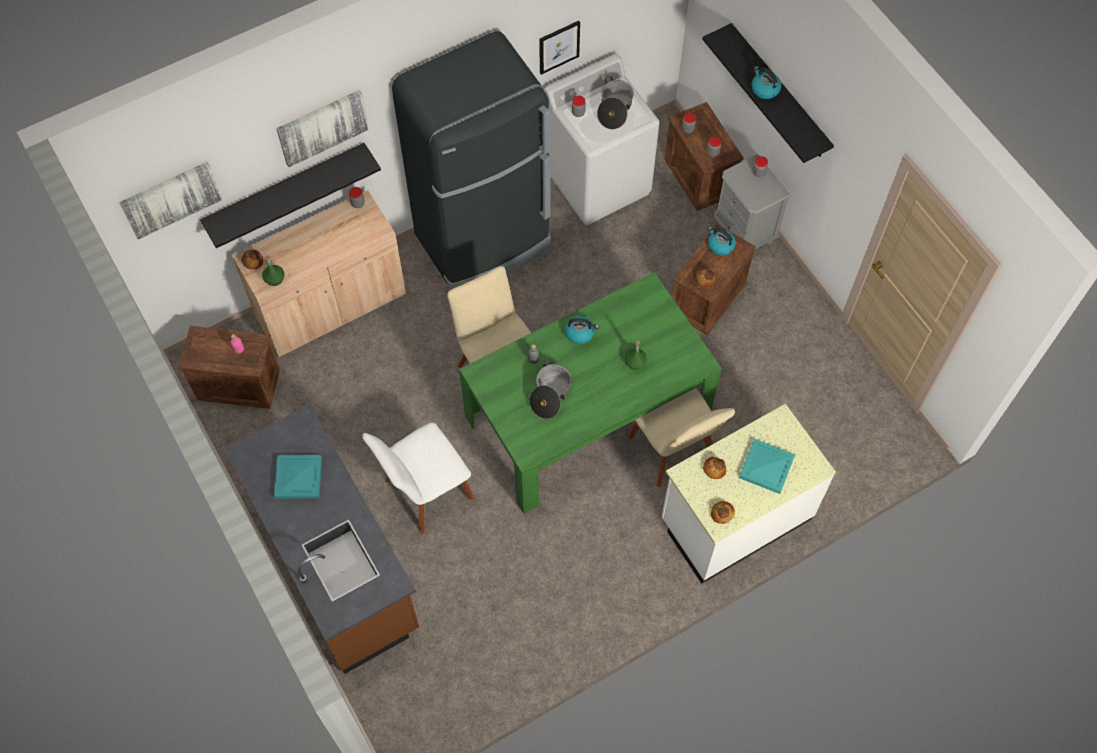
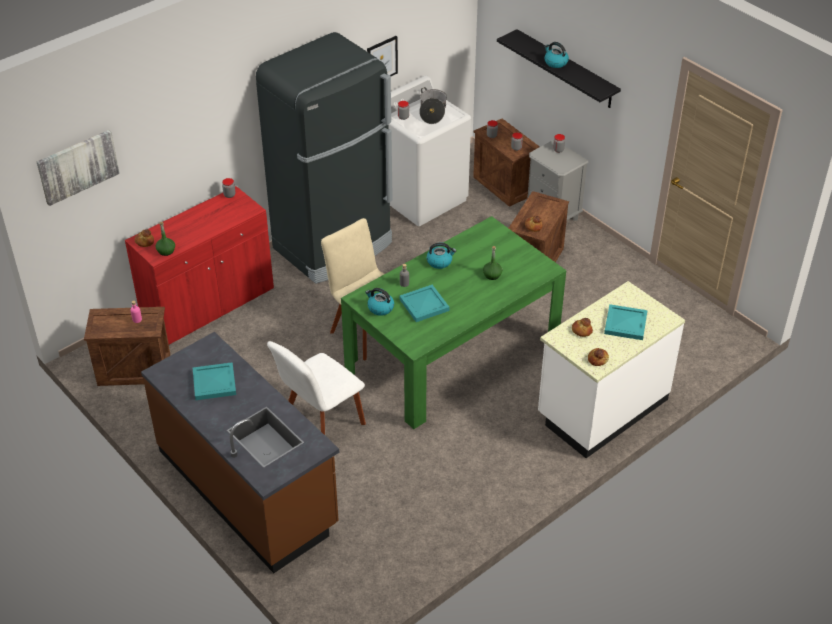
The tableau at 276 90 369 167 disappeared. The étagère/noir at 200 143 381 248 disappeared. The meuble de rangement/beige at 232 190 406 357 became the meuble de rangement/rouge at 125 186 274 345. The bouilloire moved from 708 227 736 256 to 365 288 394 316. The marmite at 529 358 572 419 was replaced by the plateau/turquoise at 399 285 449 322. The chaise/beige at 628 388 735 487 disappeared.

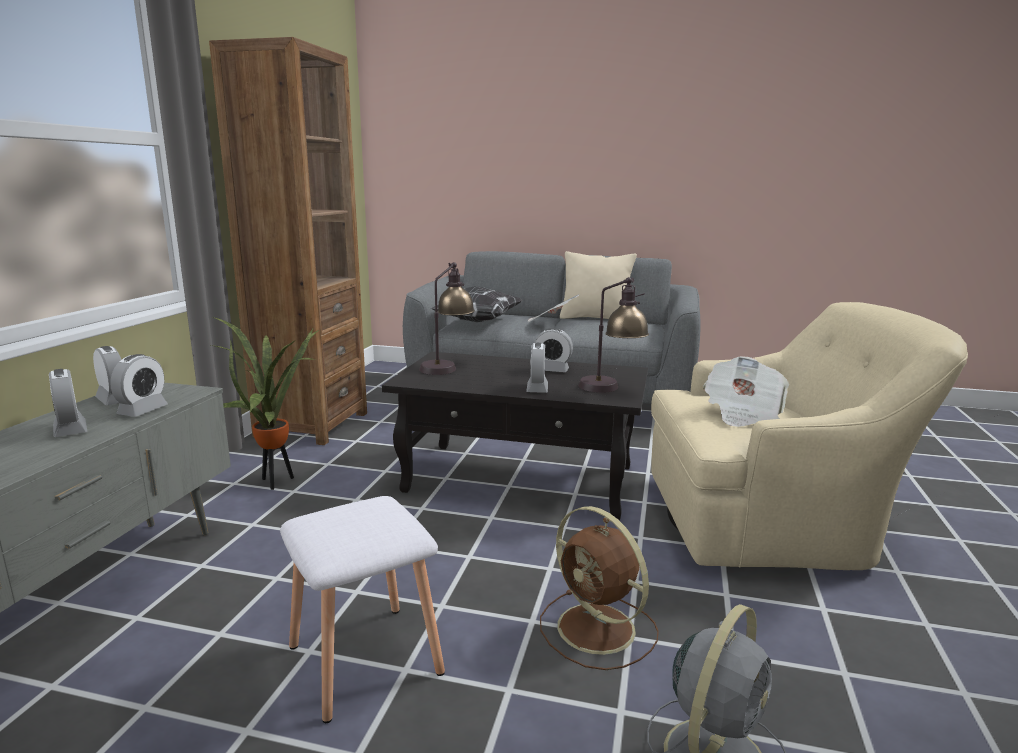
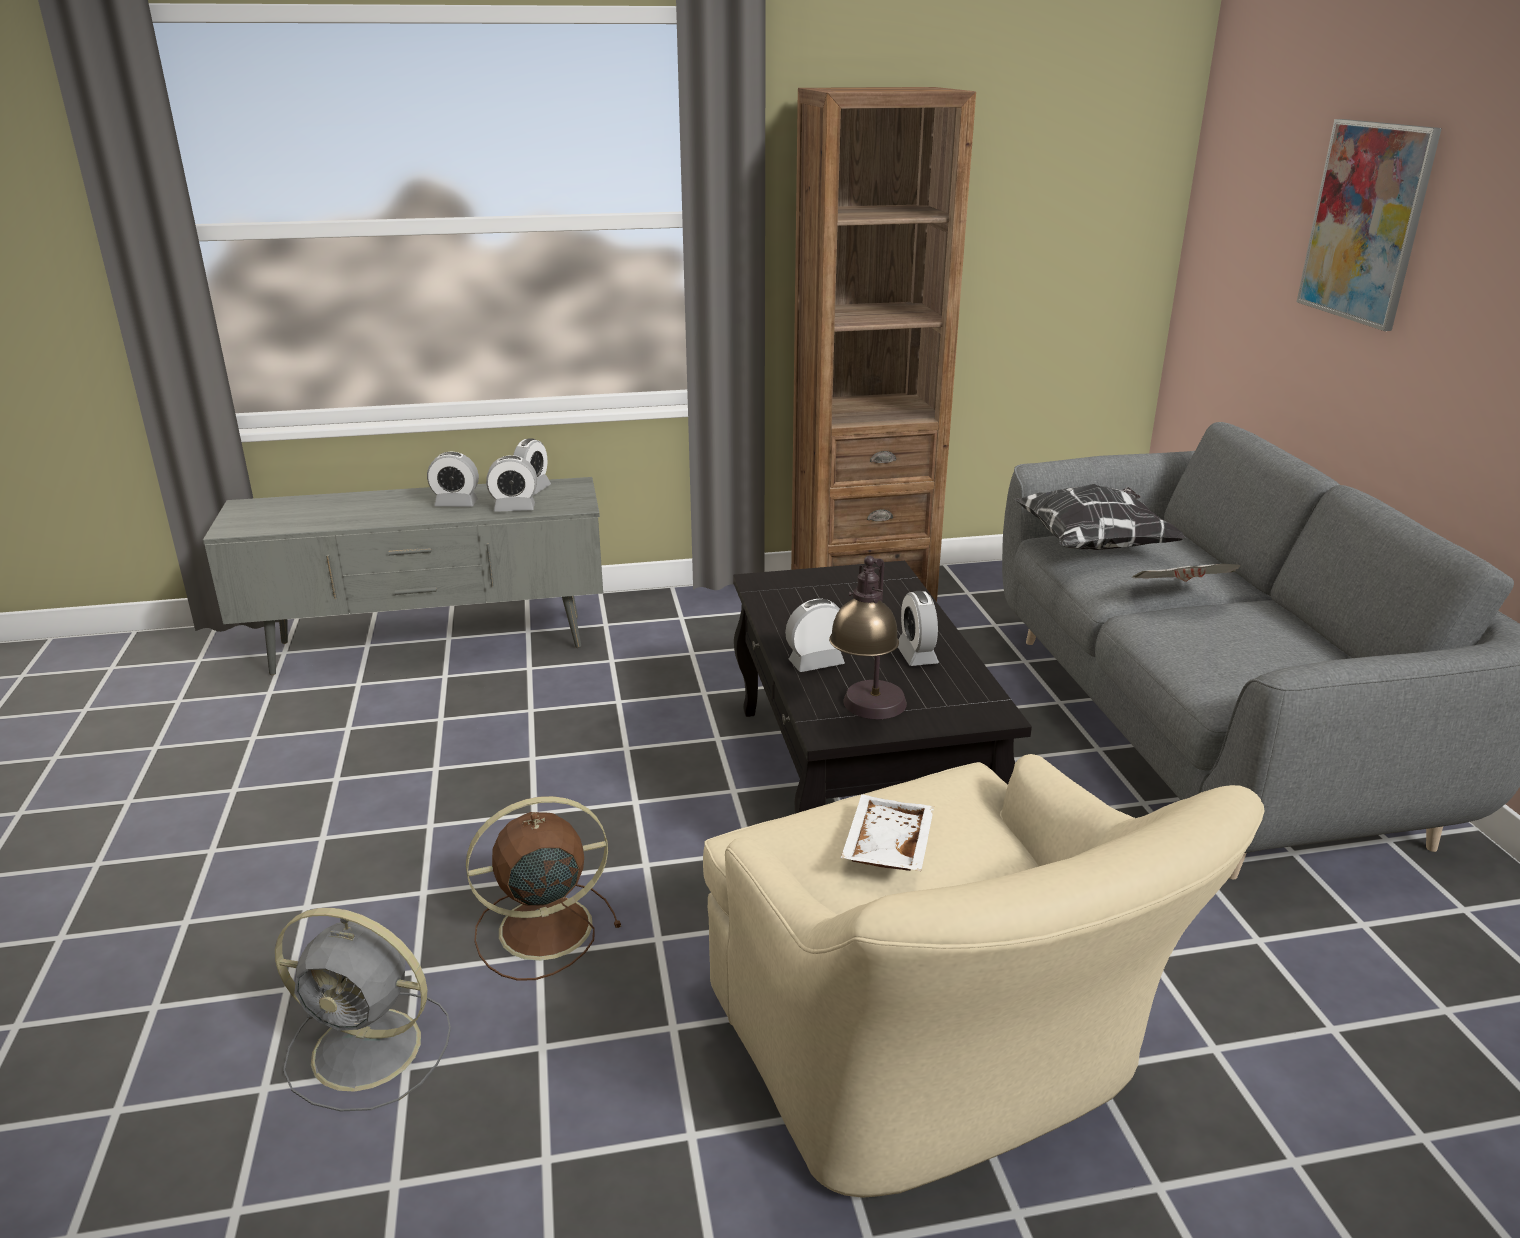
The coussin/beige at 560 251 637 319 disappeared. The lampe de table at 419 262 475 375 disappeared. The plante en pot at 211 317 319 490 disappeared. The journal at 703 356 789 427 was replaced by the plateau/blanc at 841 794 934 871. The réveil at 49 369 87 437 turned 120 degrees counterclockwise. The tabouret/blanc at 280 496 445 723 disappeared. The ventilateur/marron at 540 506 659 670 turned 45 degrees clockwise. The tableau at 1297 119 1442 331 appeared.

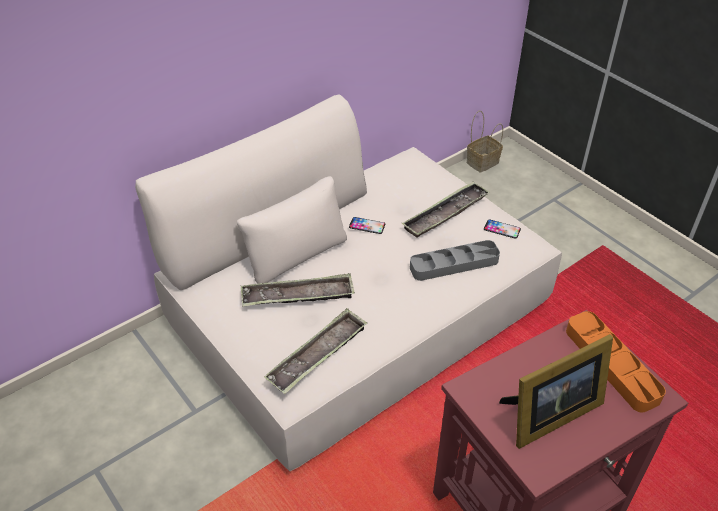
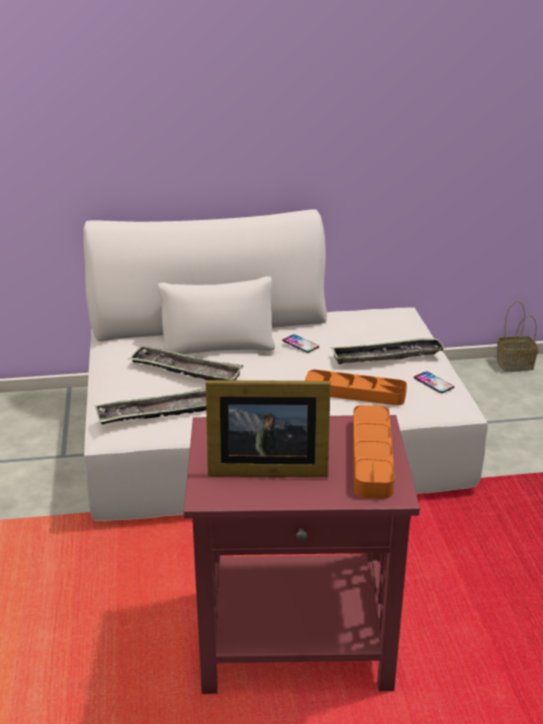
The plateau/gris at 410 240 500 281 became the plateau/orange at 305 369 407 405.

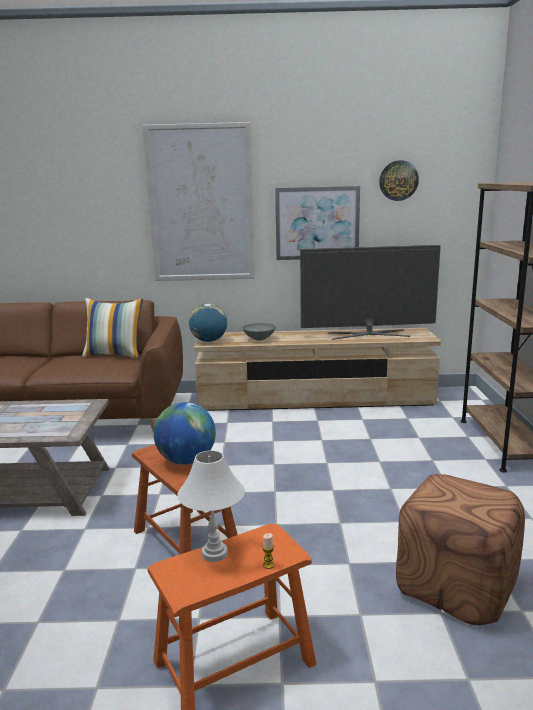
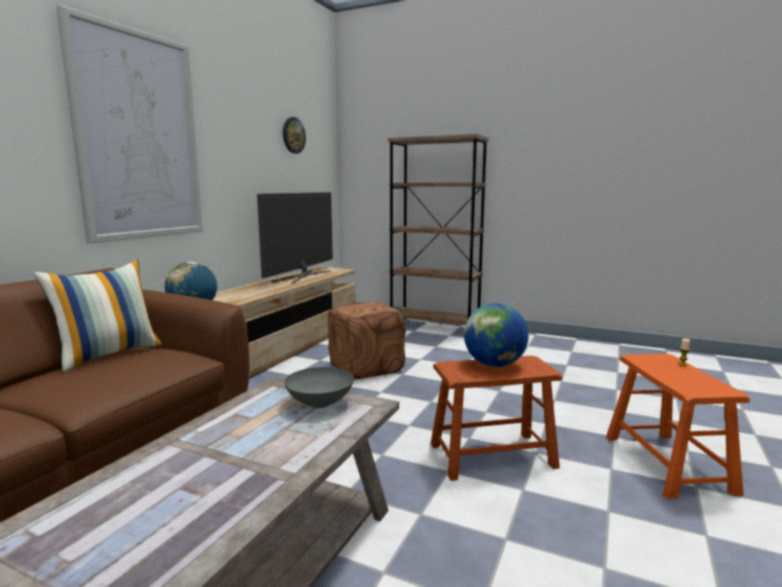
The tableau at 275 186 360 260 disappeared. The bol/gris moved from 243 323 276 341 to 284 367 354 408. The lampe de table/blanc at 177 450 245 562 disappeared. The pouf/marron moved from 396 474 525 625 to 328 302 406 380.

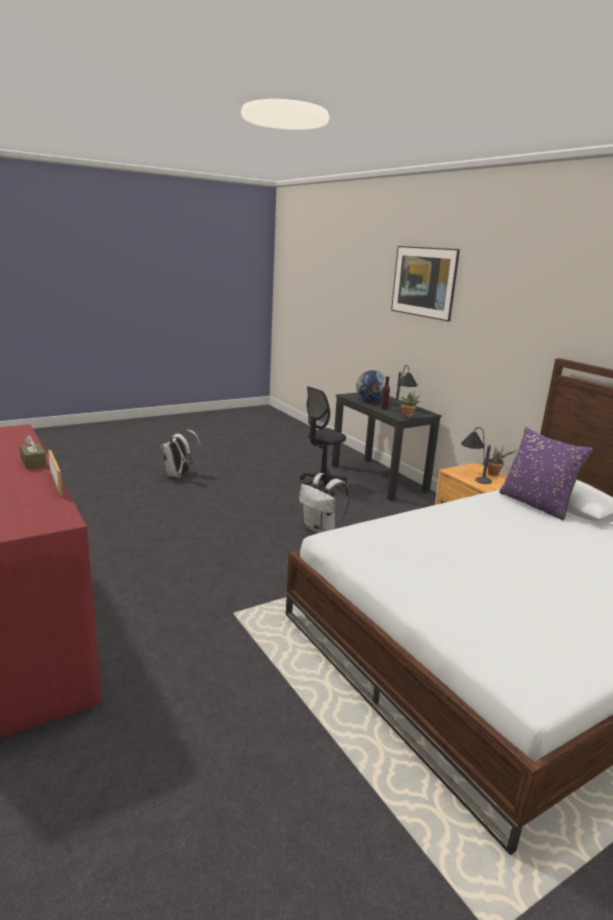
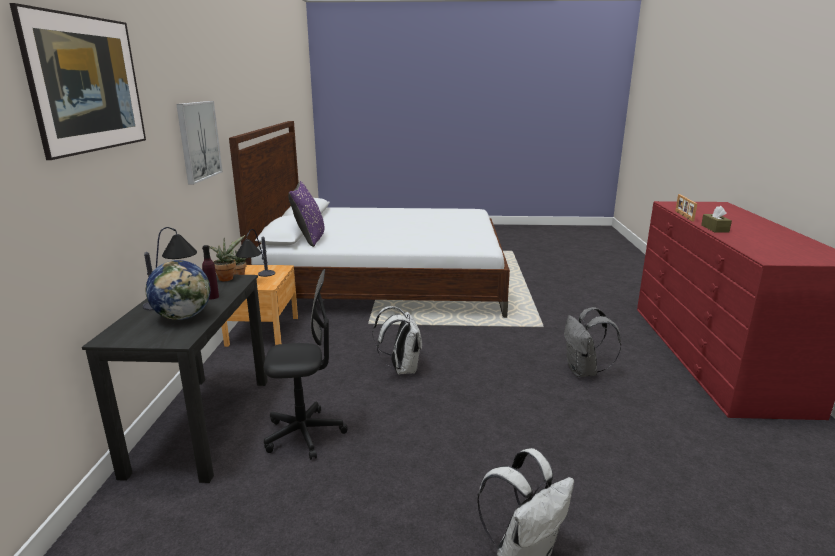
The tableau at 176 101 223 184 appeared. The sac à dos/gris at 564 307 621 377 appeared.

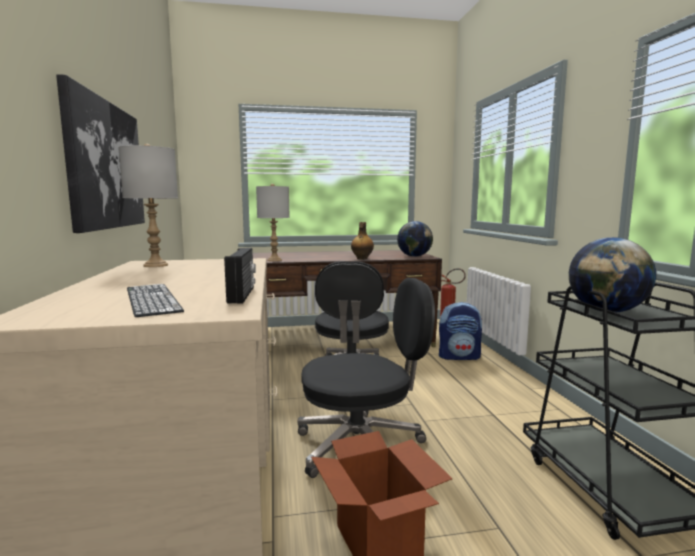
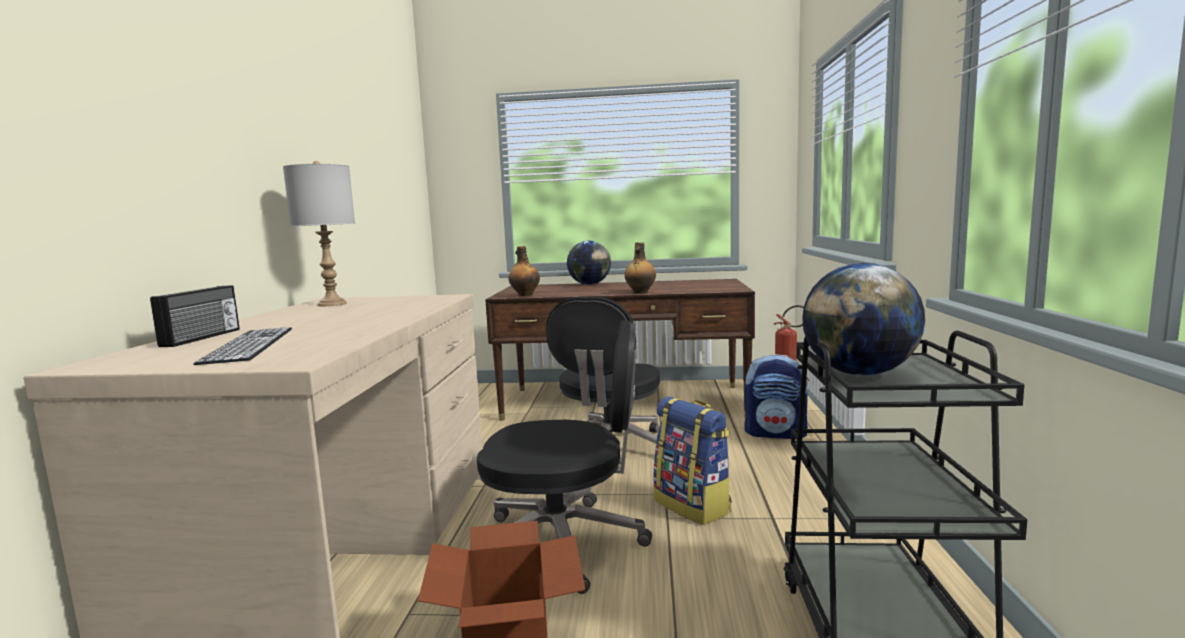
The tableau at 56 74 145 233 disappeared. The lampe de table/gris at 256 184 290 261 was replaced by the bouteille at 508 246 540 296. The globe moved from 397 221 433 257 to 567 241 611 285. The radio moved from 224 248 256 303 to 150 285 240 347. The sac à dos at 653 397 732 525 appeared.

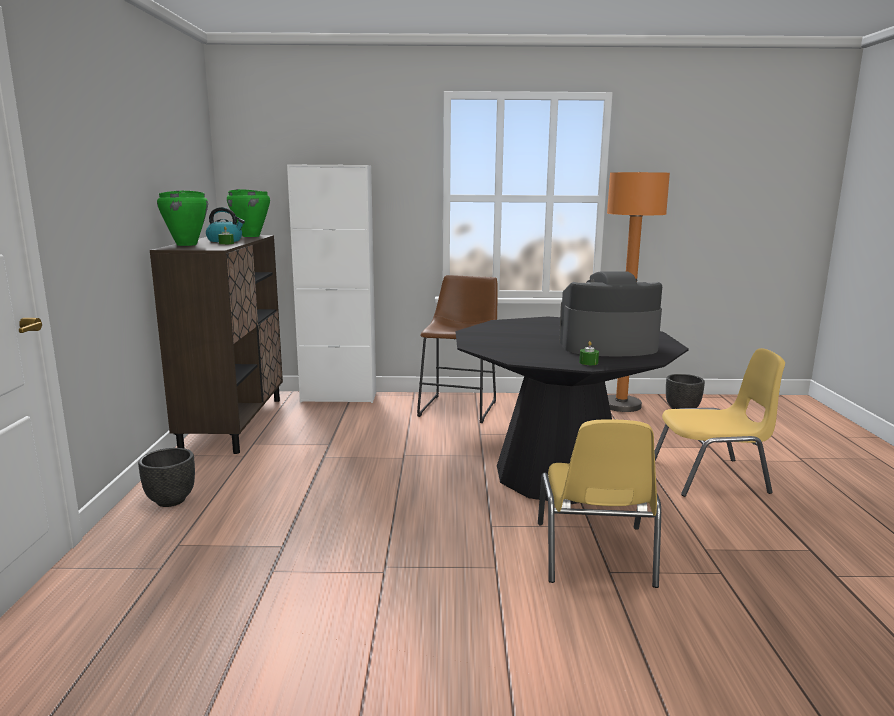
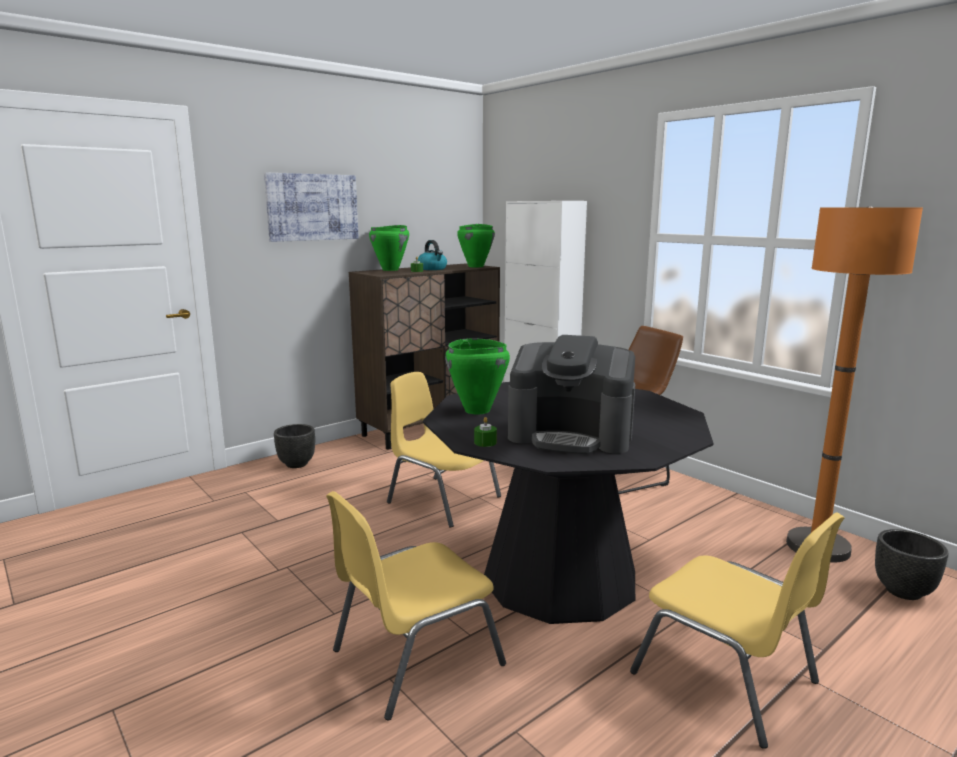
The machine à café at 559 271 662 356 turned 150 degrees clockwise. The tableau at 264 172 359 242 appeared. The marmite/vert at 445 339 510 414 appeared. The chaise/jaune at 387 372 501 528 appeared.

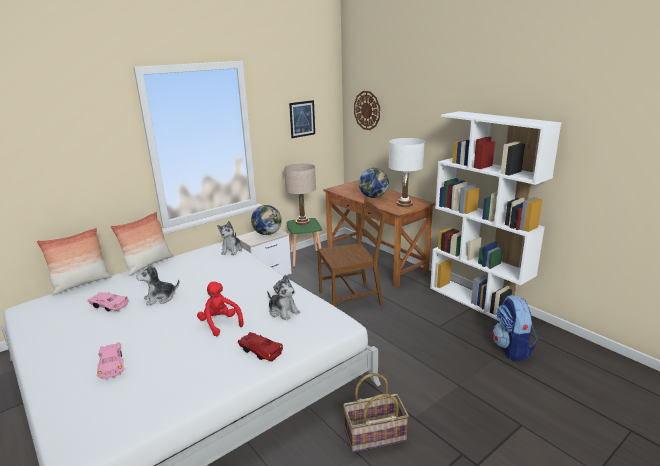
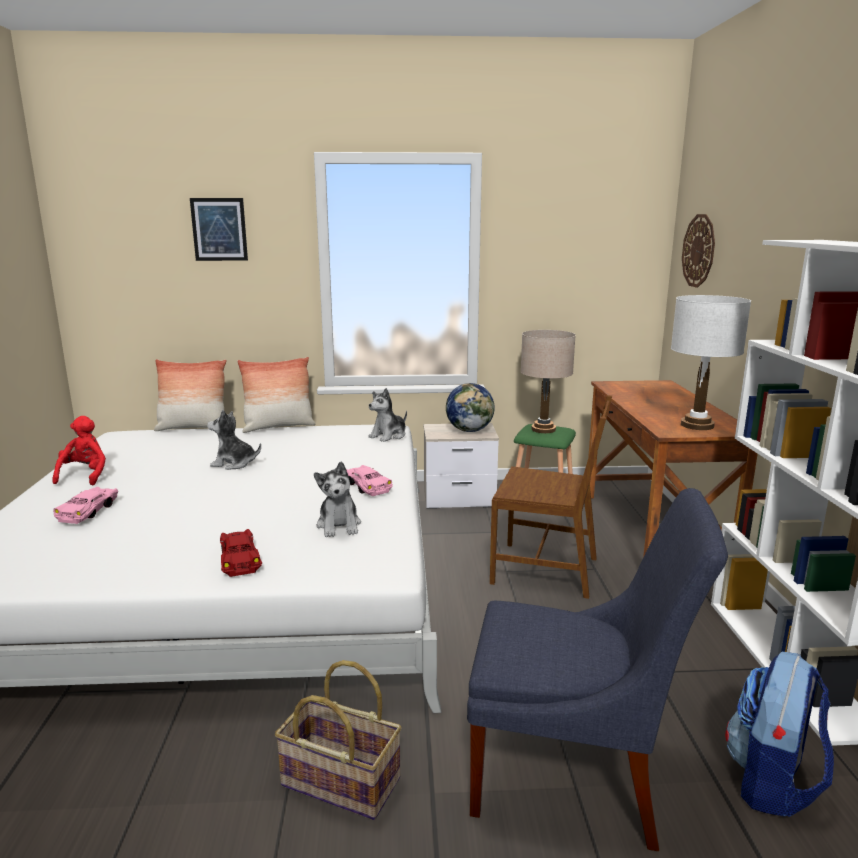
The tableau moved from 289 100 315 138 to 190 198 248 261. The globe at 359 168 389 198 disappeared. The peluche/rouge moved from 197 281 244 336 to 52 416 106 485. The petite voiture/rose moved from 88 292 129 311 to 346 465 393 496. The chaise/bleu at 467 488 728 851 appeared.

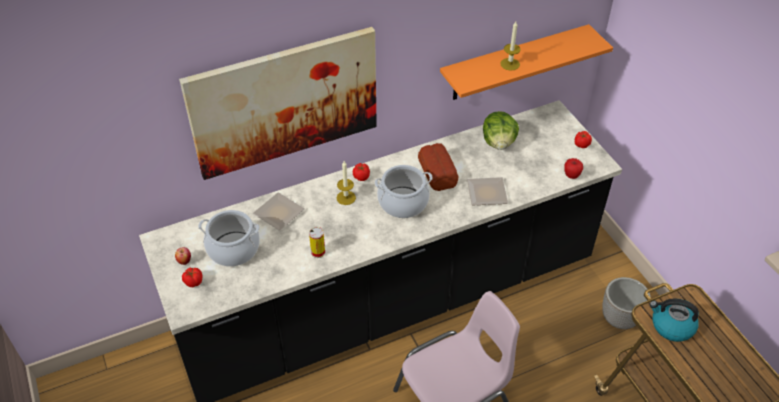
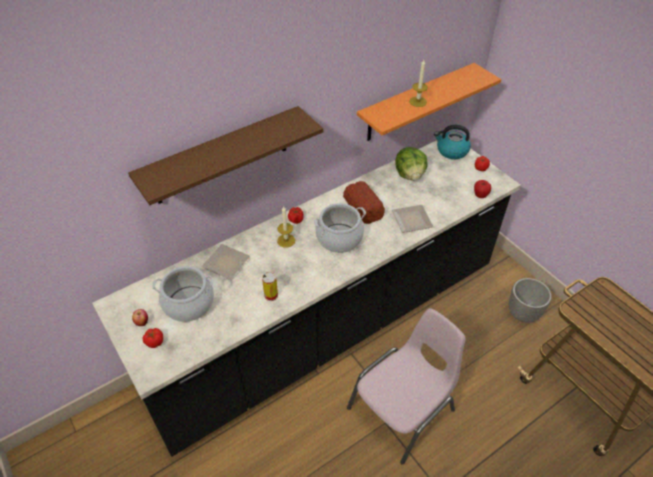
The tableau at 179 27 377 180 was replaced by the étagère/marron at 128 106 324 205. The bouilloire moved from 649 299 699 342 to 434 125 471 159.

